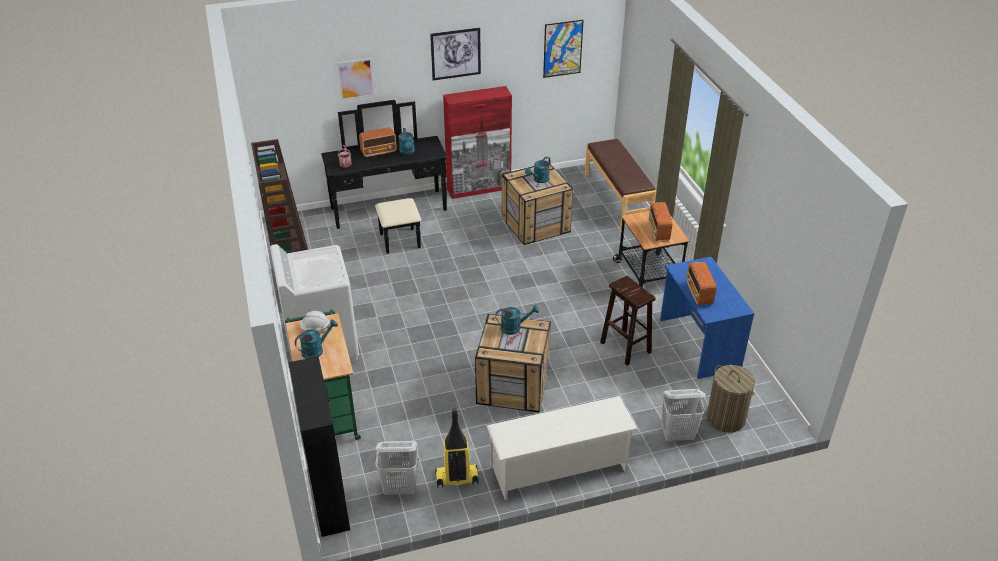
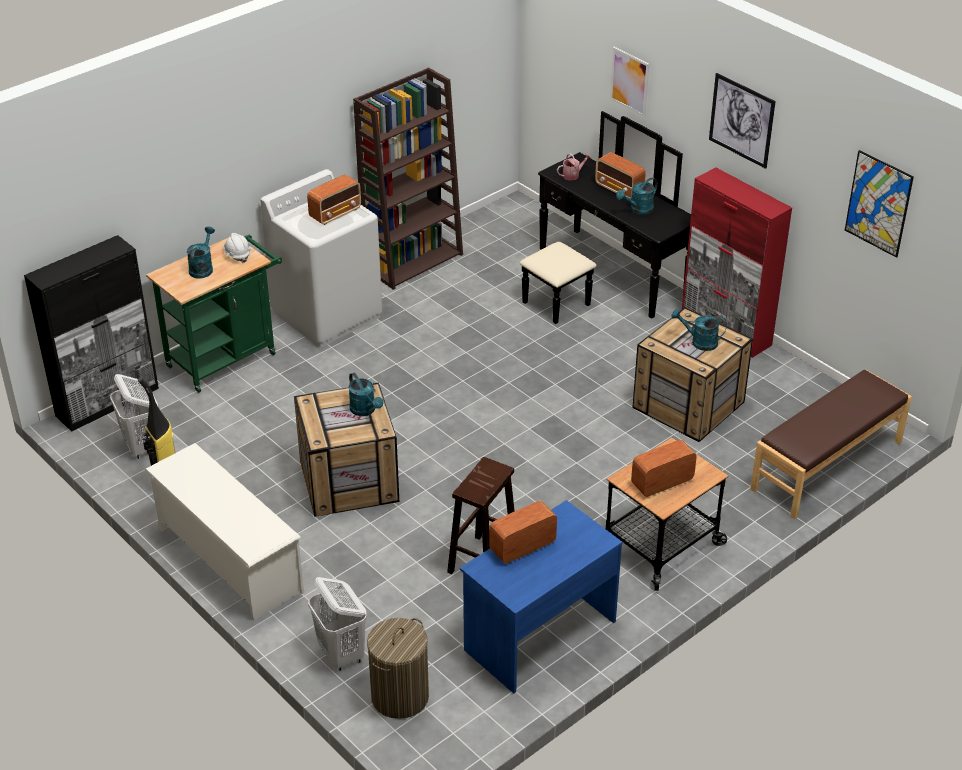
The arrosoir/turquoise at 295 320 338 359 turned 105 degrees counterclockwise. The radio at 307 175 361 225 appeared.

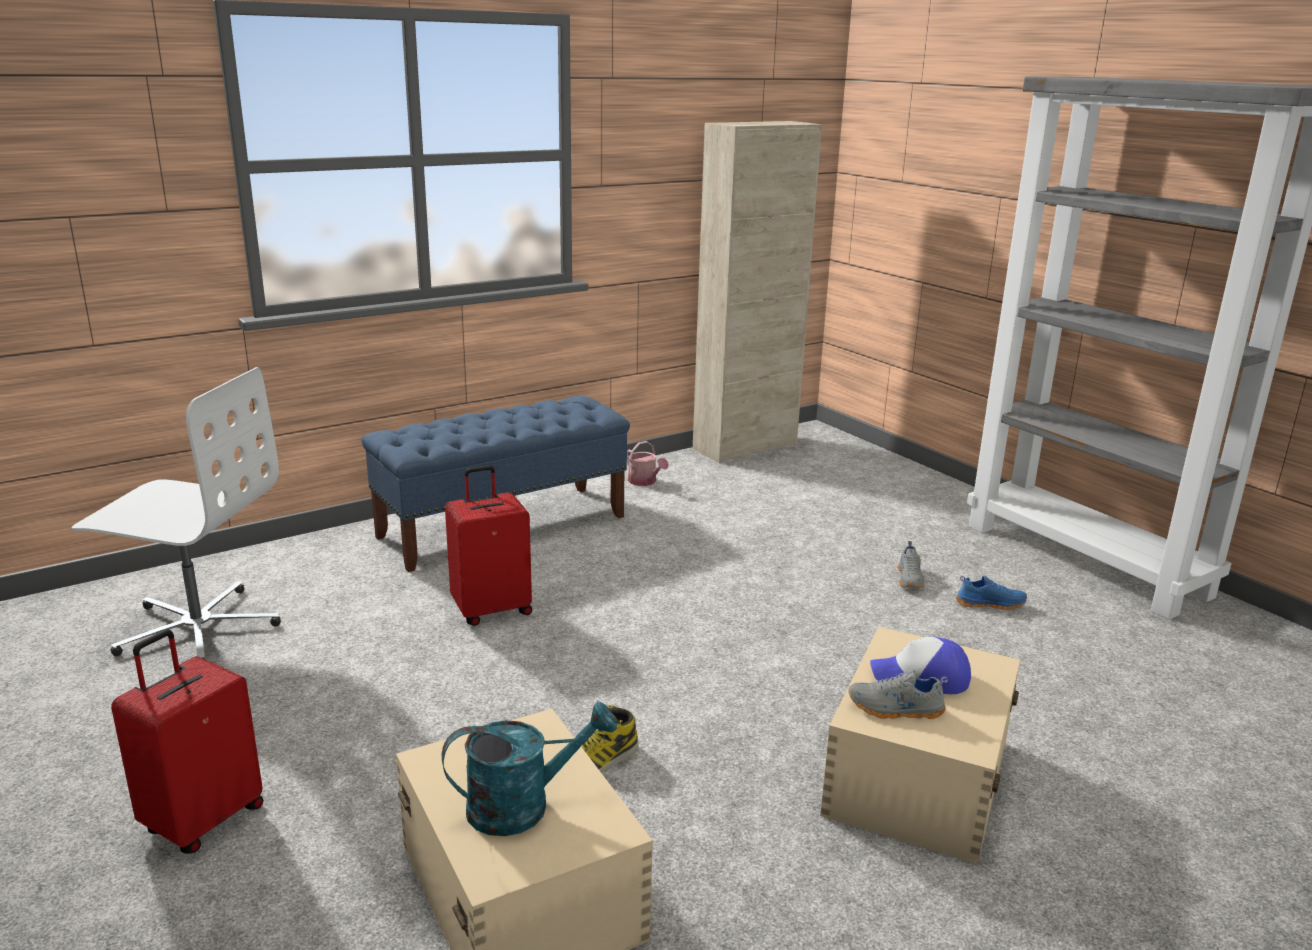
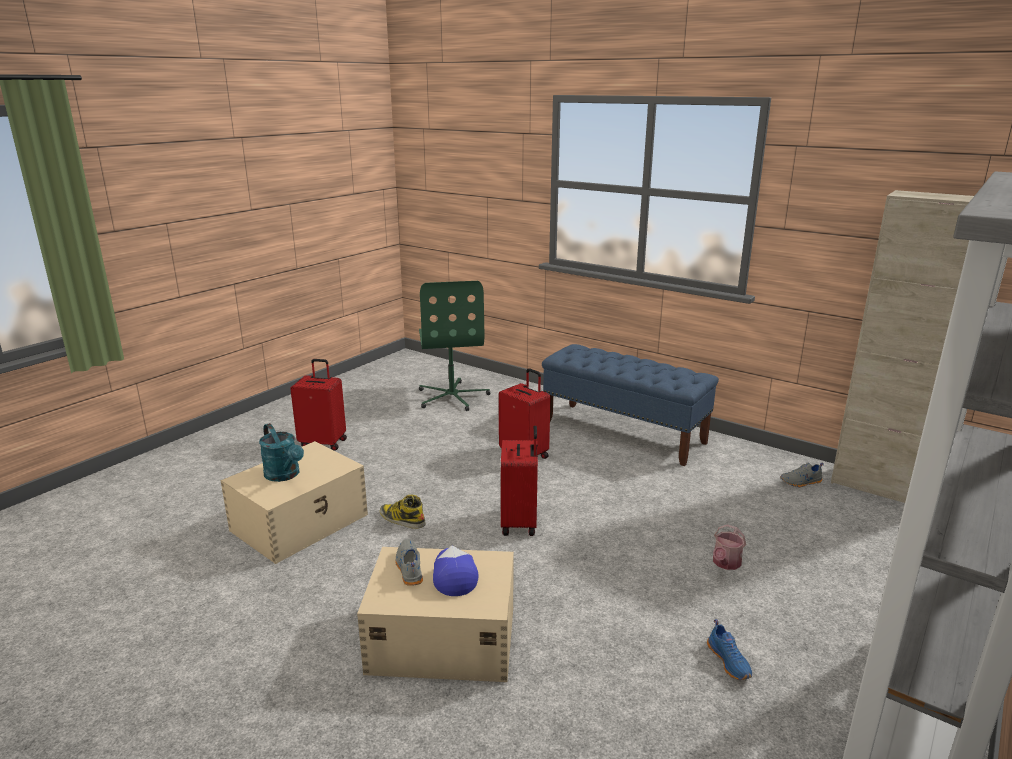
The chaise de bureau/blanc at 72 367 281 659 became the chaise de bureau/vert at 419 281 491 411. The arrosoir moved from 627 441 669 486 to 713 524 746 570. The chaussure/gris moved from 898 541 925 588 to 780 463 824 487. The valise/rouge at 501 425 538 536 appeared.

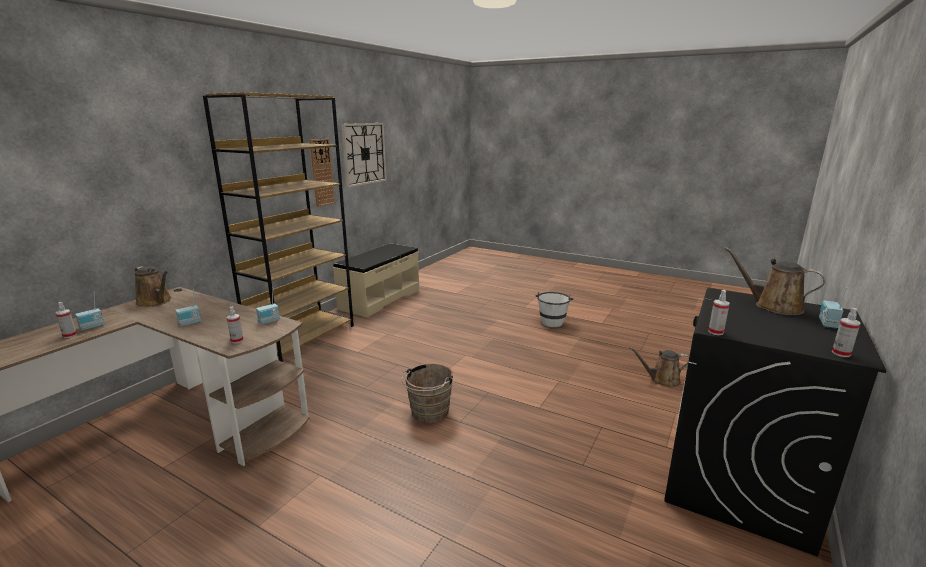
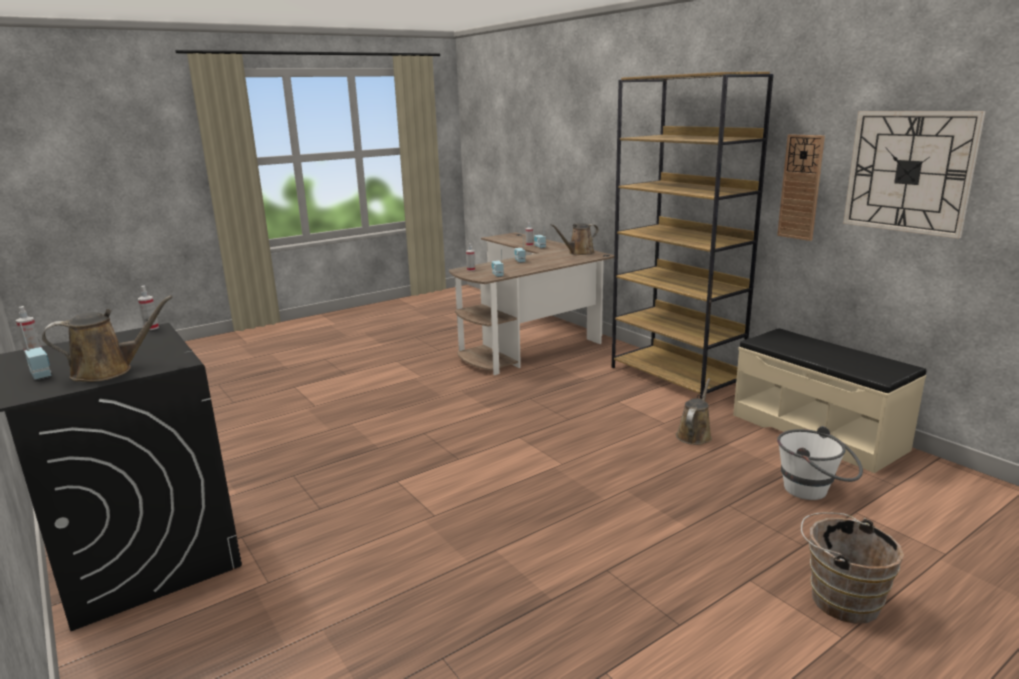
The seau/blanc moved from 536 292 573 327 to 777 426 863 500. The arrosoir/marron moved from 629 347 689 387 to 676 378 712 445. The seau/marron moved from 401 363 453 423 to 801 512 904 624.

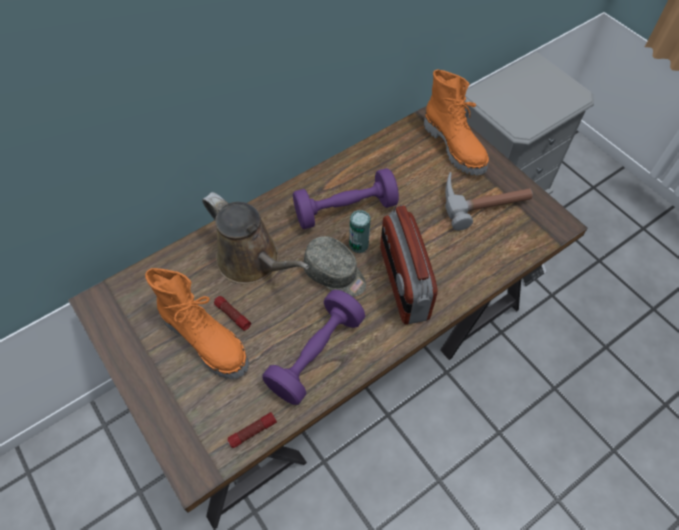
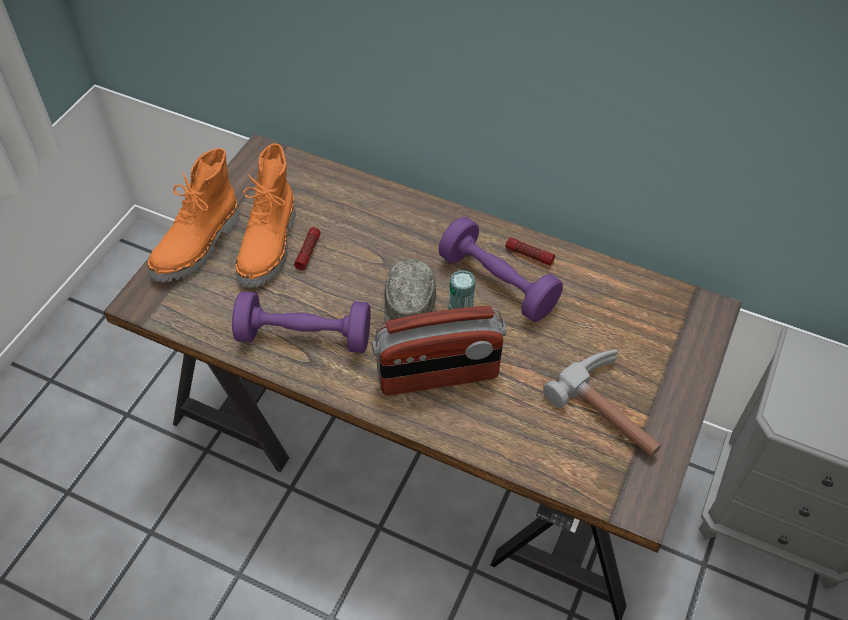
The botte/orange moved from 424 70 489 176 to 148 148 240 282. The arrosoir/marron at 202 192 309 284 disappeared. The radio at 380 205 438 324 turned 150 degrees counterclockwise. The lampe de poche moved from 227 412 277 448 to 506 238 555 266.

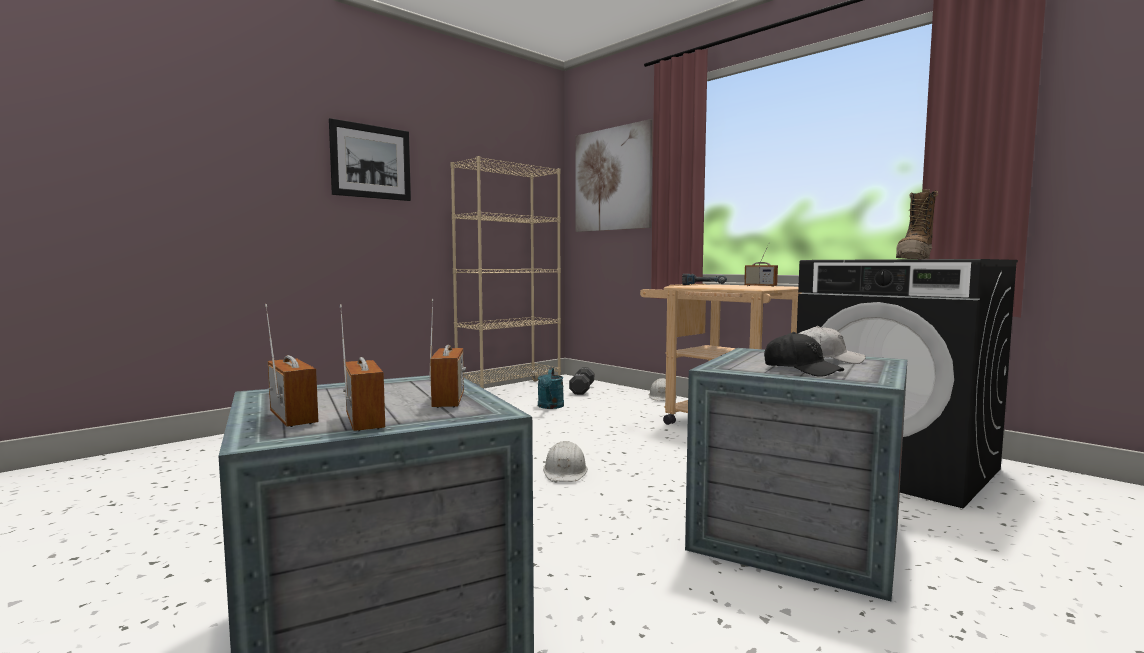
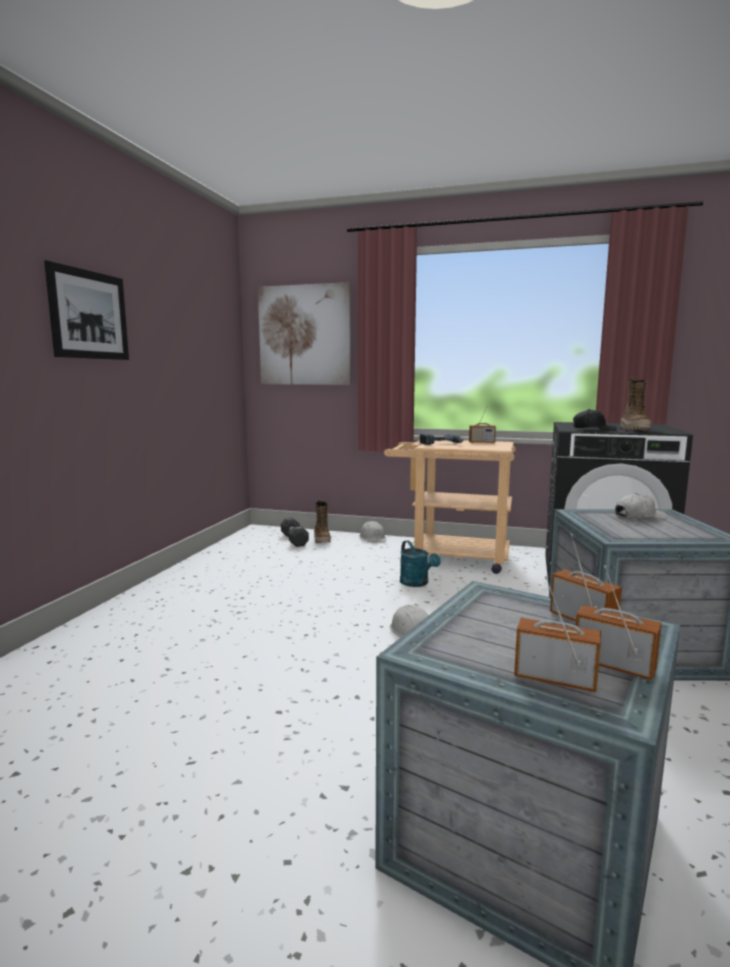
The bibliothèque/beige at 451 156 561 388 disappeared. The casquette/noir moved from 764 332 844 377 to 573 409 617 431. The arrosoir/turquoise moved from 538 367 564 409 to 400 540 441 587. The botte at 314 499 331 543 appeared.

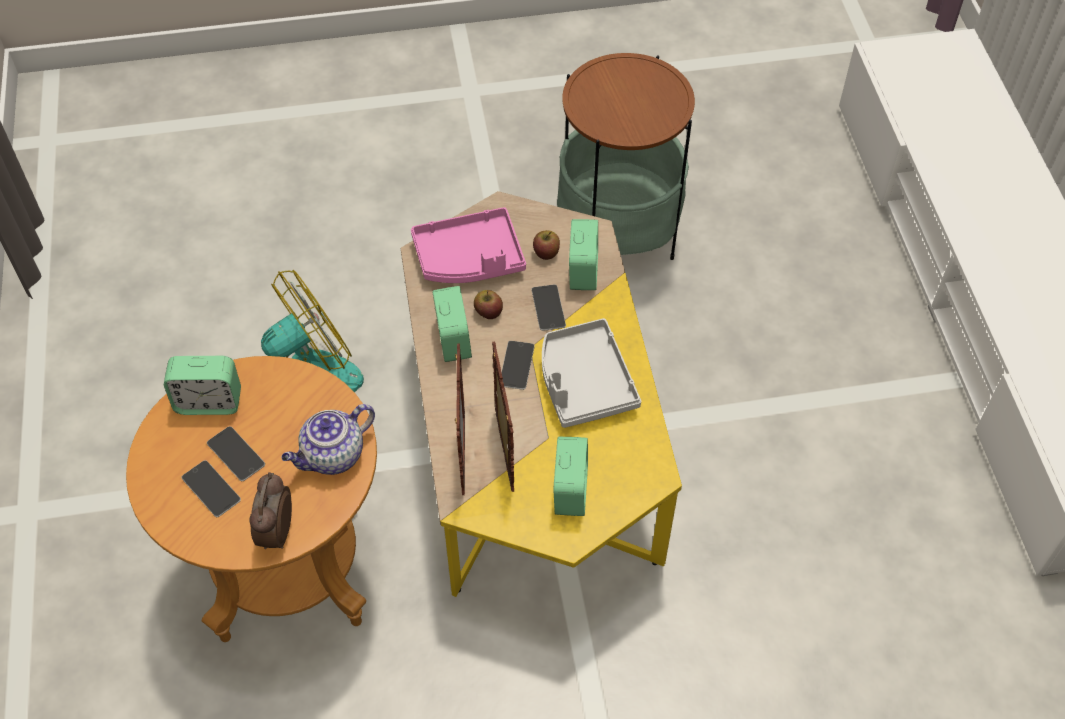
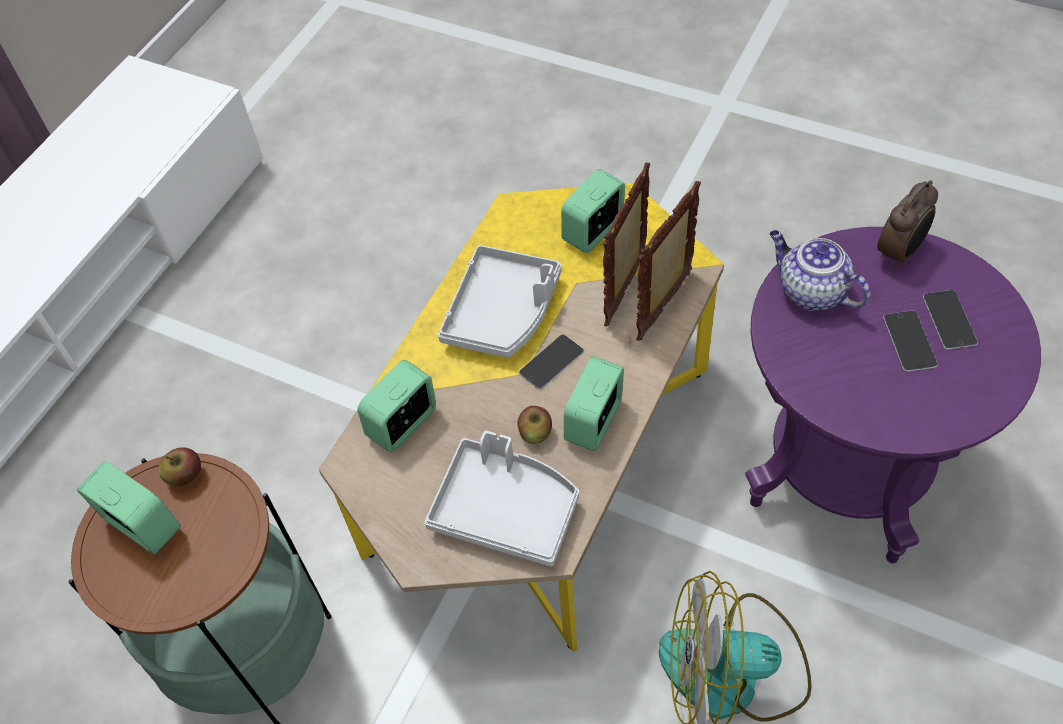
The plateau/rose at 411 207 526 283 became the plateau/gris at 424 431 579 566. The pomme moved from 533 230 560 260 to 158 447 201 487. The téléphone at 531 285 566 331 disappeared. The table d'appoint/marron at 126 356 377 642 became the table d'appoint/violet at 745 227 1041 563. The réveil moved from 164 356 241 415 to 77 461 181 555. The théière at 282 404 375 475 turned 135 degrees counterclockwise.

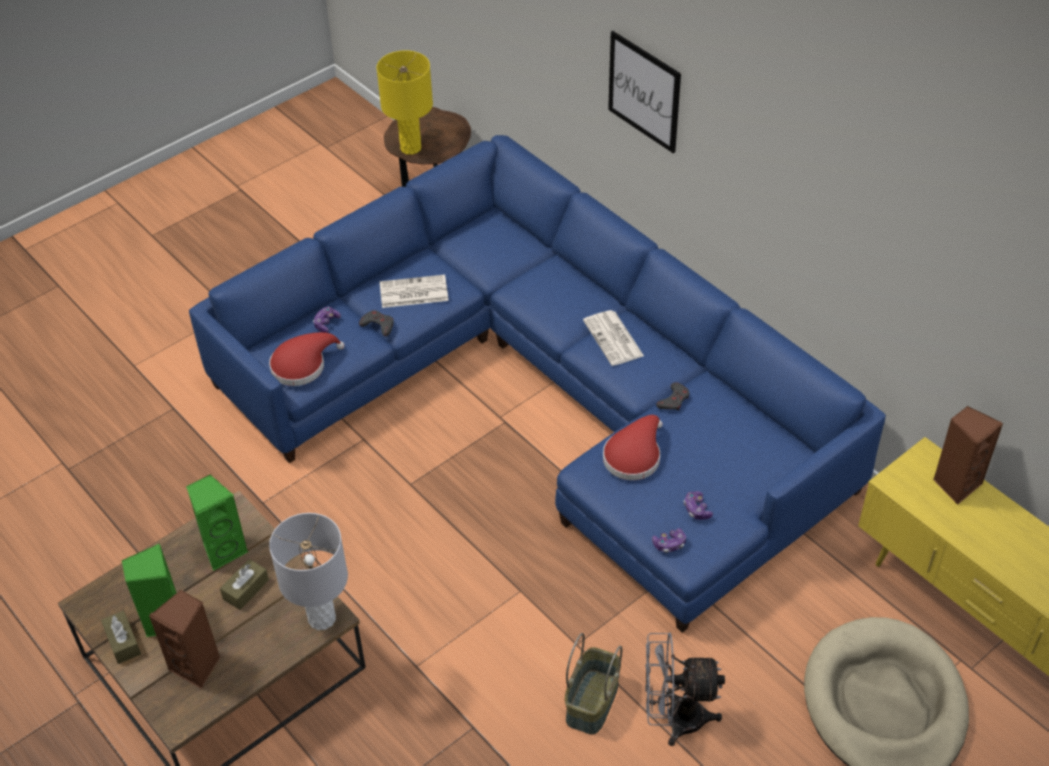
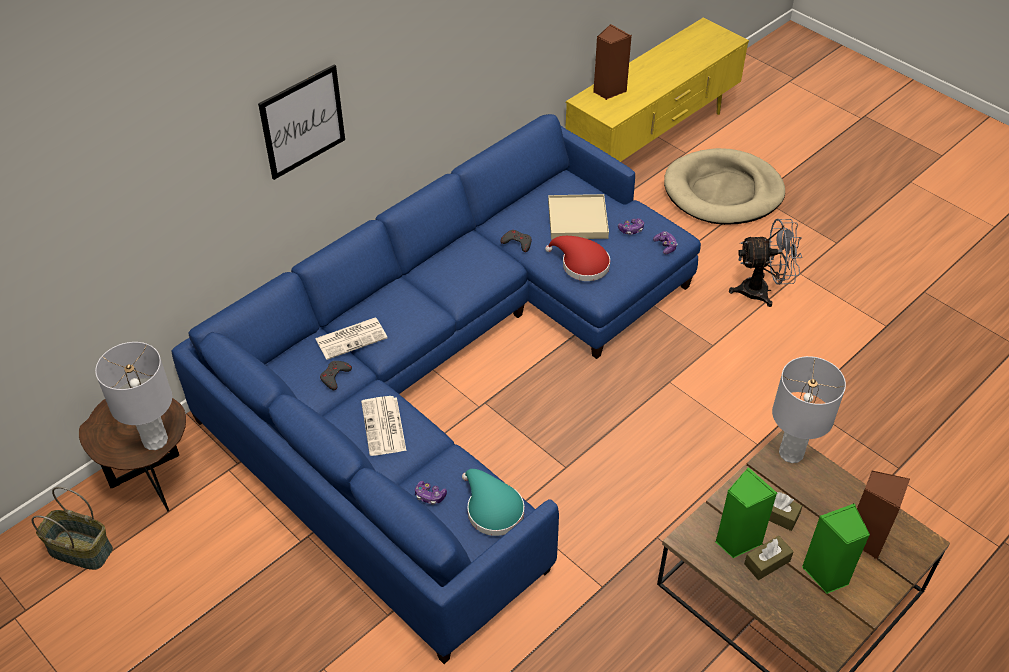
The lampe de table/jaune at 376 50 433 155 became the lampe de table/gris at 95 342 172 450. The manette/gris moved from 359 310 394 336 to 320 361 352 390. The journal moved from 583 310 644 366 to 315 318 388 360. The chapeau/rouge at 269 332 345 386 became the chapeau/turquoise at 462 469 524 536. The boîte à mouchoirs/marron moved from 101 611 141 664 to 744 536 794 580. The panier moved from 565 633 622 735 to 32 487 113 570. The ventilateur/gris at 645 633 725 746 turned 90 degrees counterclockwise. The plateau/beige at 548 194 609 240 appeared.

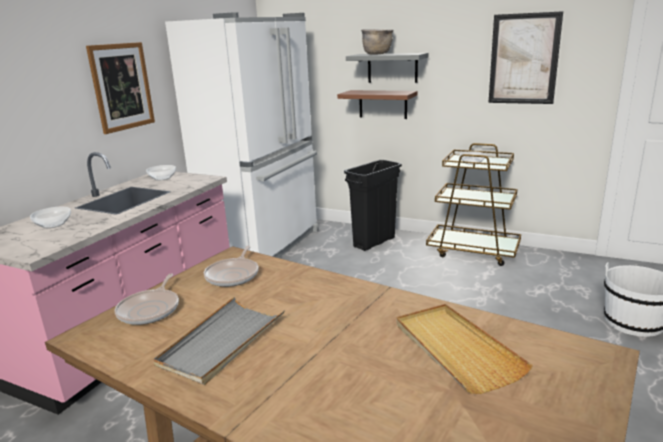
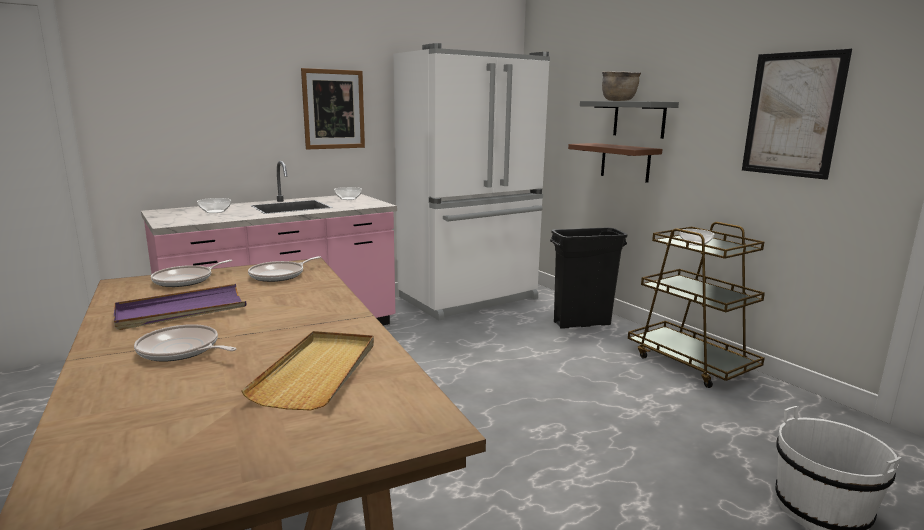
The plateau/gris at 153 297 285 385 became the plateau/violet at 114 284 246 330. The poêle at 134 324 236 362 appeared.

